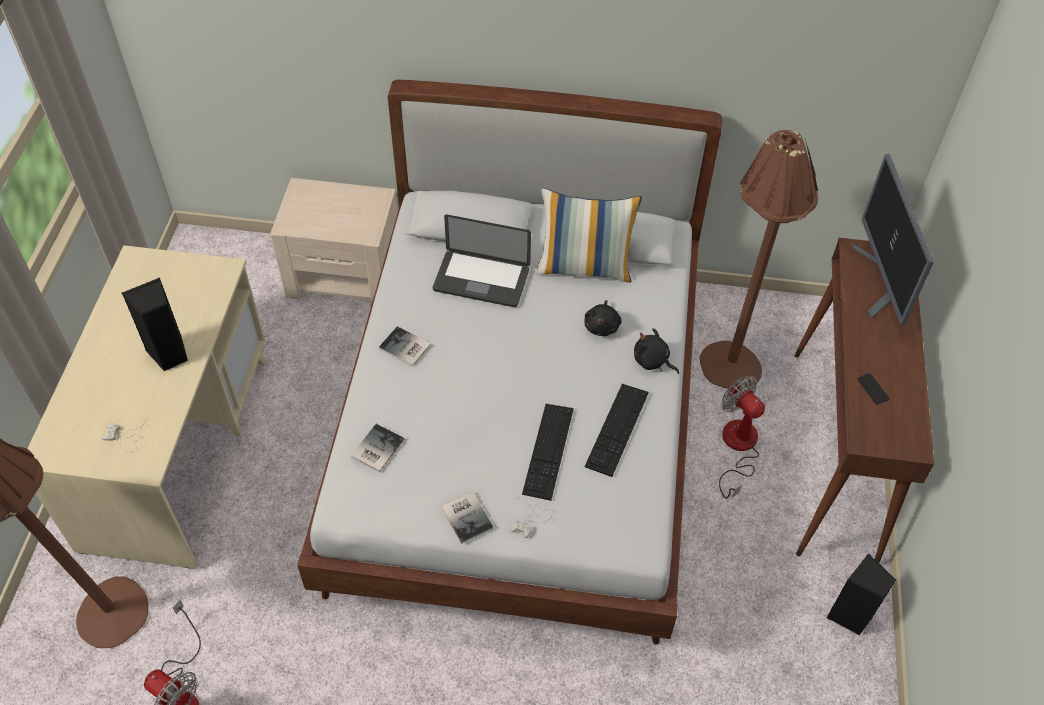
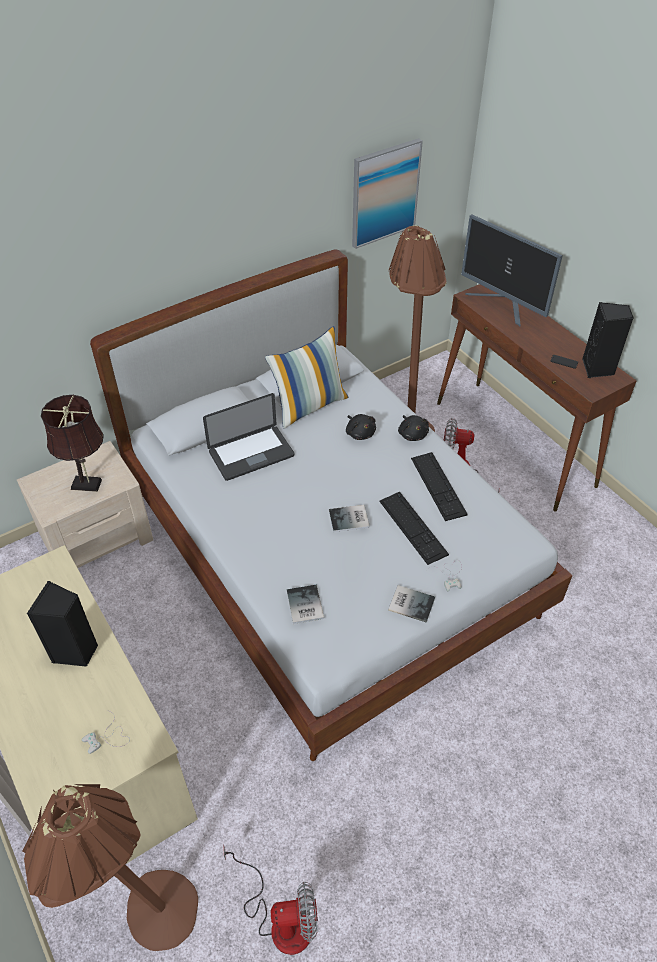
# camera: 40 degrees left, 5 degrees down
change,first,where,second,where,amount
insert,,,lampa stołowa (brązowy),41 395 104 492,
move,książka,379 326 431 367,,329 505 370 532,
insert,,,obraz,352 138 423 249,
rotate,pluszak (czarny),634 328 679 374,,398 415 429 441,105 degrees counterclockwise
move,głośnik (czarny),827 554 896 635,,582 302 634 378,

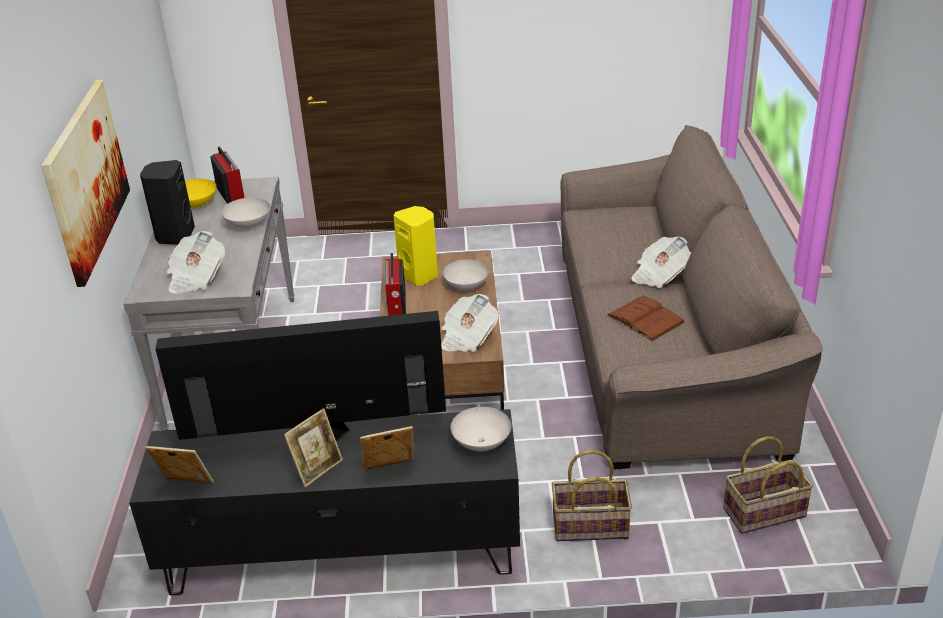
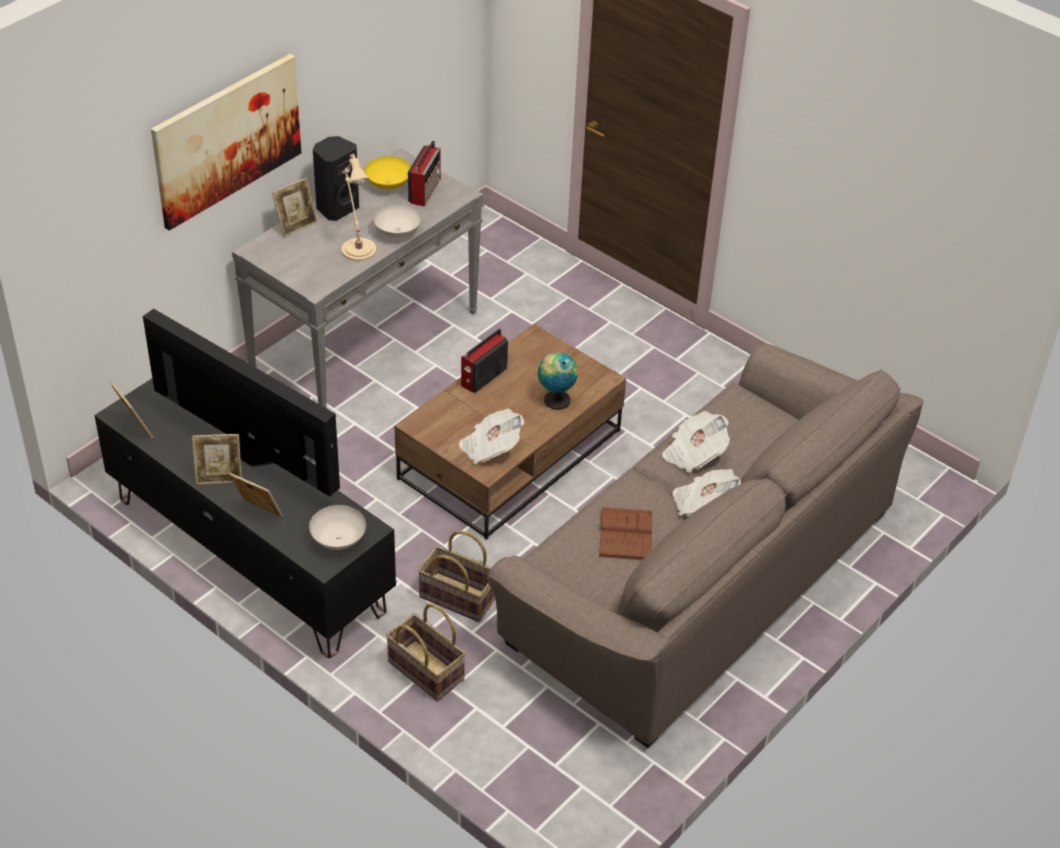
# camera: 40 degrees right, 10 degrees up
change,first,where,second,where,amount
insert,,,ramka na zdjęcie,272 178 317 237,
insert,,,lampa stołowa (beżowy),342 154 376 261,
move,koszyk,723 436 813 534,,418 531 495 622,
replace,miska (biały),443 260 489 290,globus,538 352 578 410,
move,gazeta,167 231 225 294,,662 411 730 473,
delete,głośnik (żółty),393 206 438 286,,,

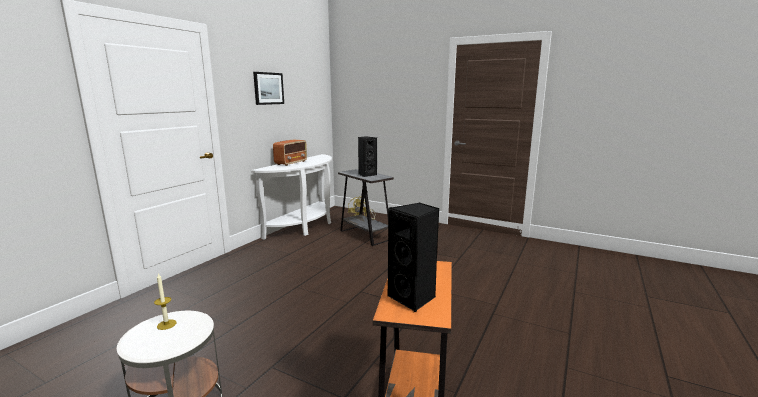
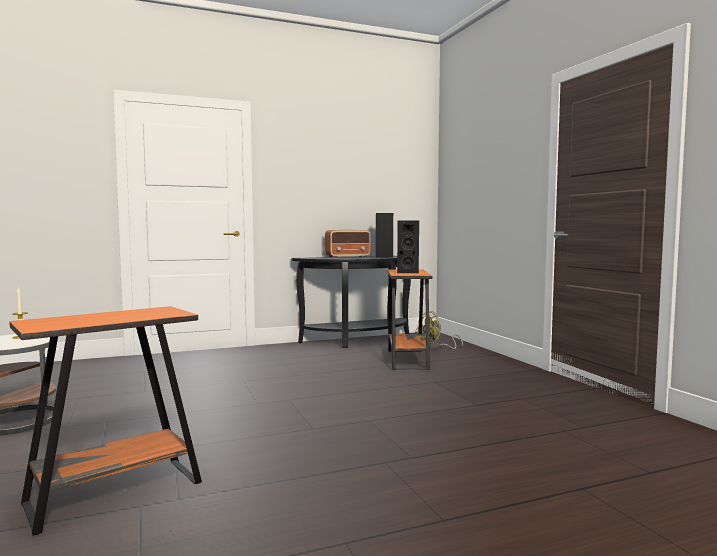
# camera: 40 degrees right, 10 degrees down
change,first,where,second,where,amount
recolor,stolik konsolowy (biały),251 154 332 240,stolik konsolowy (czarny),291 256 411 348,
move,głośnik (czarny),388 203 440 312,,376 213 393 258,
recolor,stolik (szary),338 169 394 246,stolik (pomarańczowy),387 269 432 370,
delete,obraz,253 72 284 105,,,

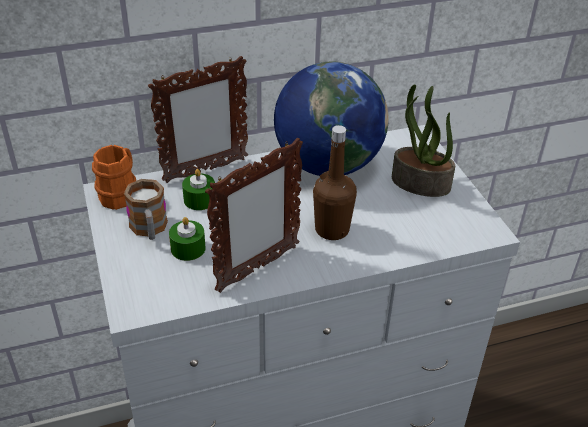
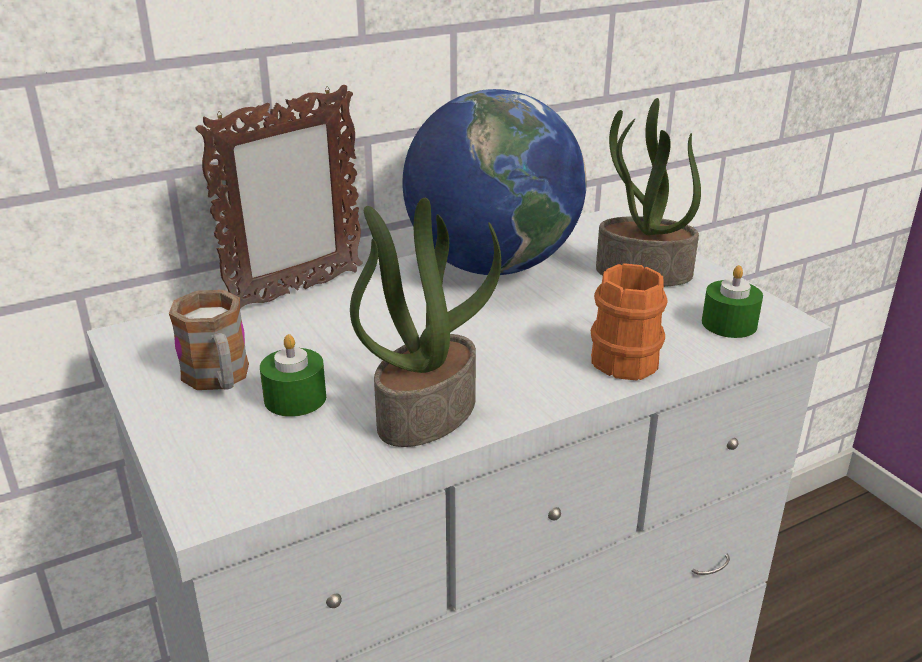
# camera: 10 degrees left, 10 degrees down
change,first,where,second,where,amount
replace,ramka na zdjęcie,205 138 303 293,roślina doniczkowa,350 198 501 447,
move,kubek (pomarańczowy),92 145 136 210,,591 263 667 381,
move,świeca (zielony),182 169 215 210,,702 265 763 338,
delete,butelka (brązowy),313 125 357 240,,,

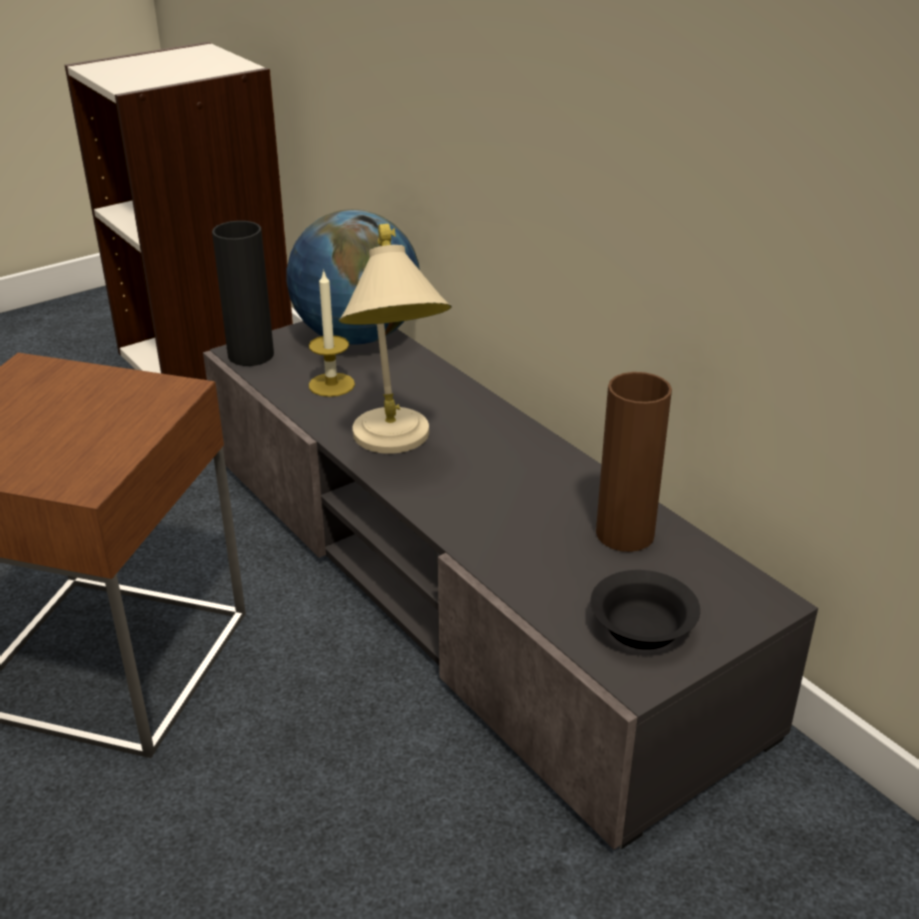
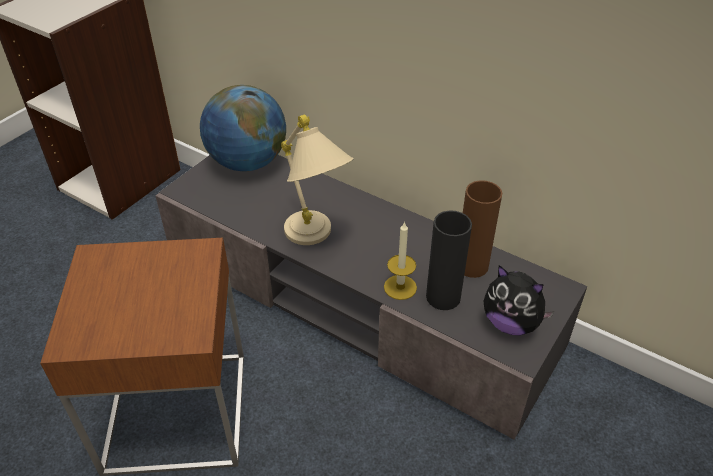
# camera: 20 degrees left, 10 degrees up
change,first,where,second,where,amount
move,świeca,309 269 355 397,,384 221 417 300,
move,wazon (czarny),212 221 274 366,,426 210 472 310,
replace,miska (czarny),590 570 700 650,pluszak,484 265 555 336,

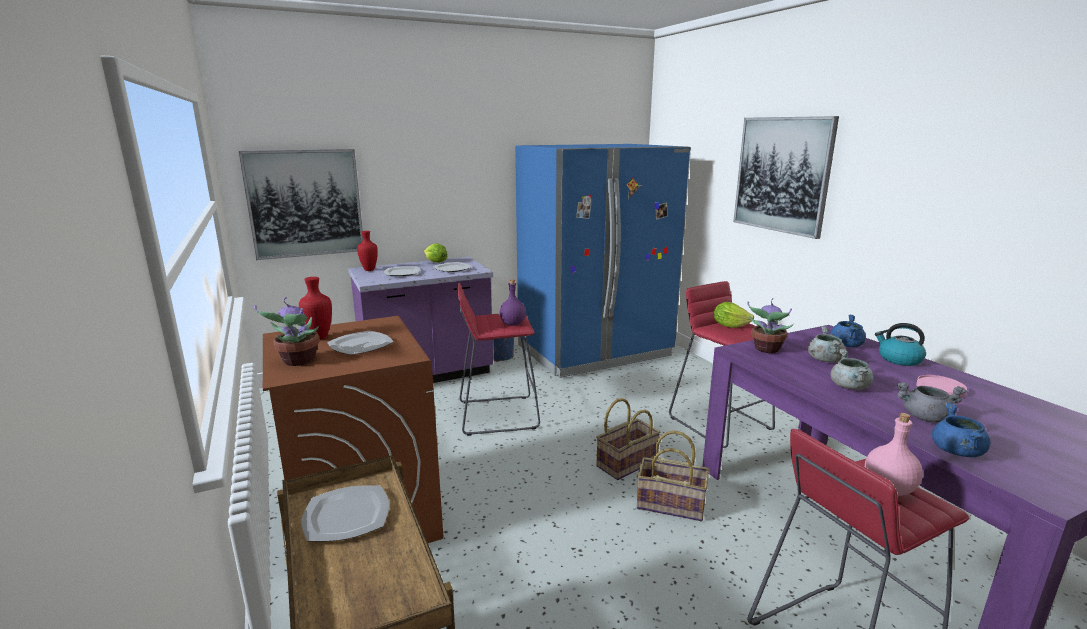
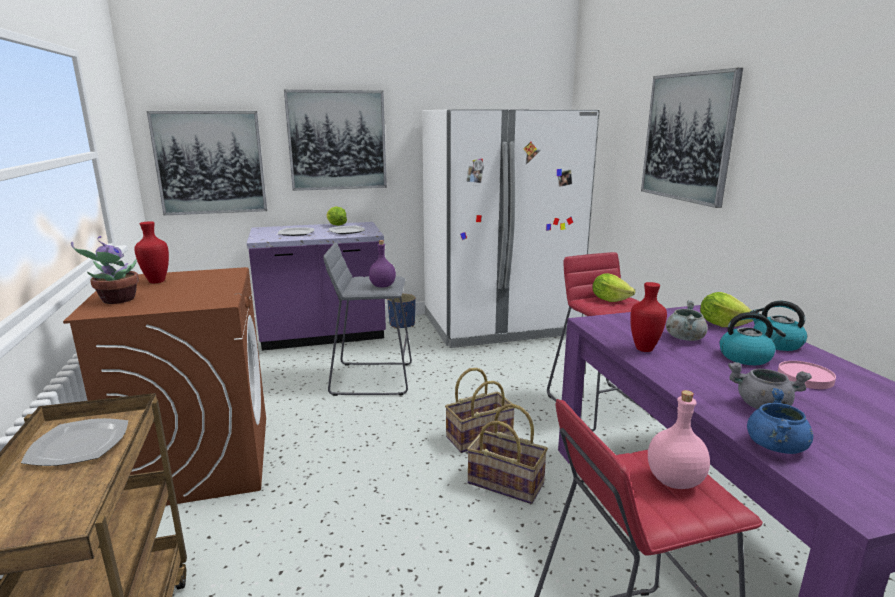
# camera: 10 degrees right, 0 degrees up
change,first,where,second,where,amount
insert,,,obraz,284 90 387 191,
recolor,stołek (czerwony),457 283 540 436,stołek (szary),323 243 412 396,
recolor,lodówka (niebieski),515 144 691 378,lodówka (biały),422 109 599 348,
move,wazon (czerwony),357 231 378 271,,630 282 667 352,
replace,garnek (niebieski),830 315 866 347,sałata,700 292 753 327,
insert,,,czajnik,719 312 786 365,
delete,talerz,327 331 394 355,,,
delete,roślina doniczkowa,747 298 794 353,,,
delete,garnek (szary),830 349 874 390,,,

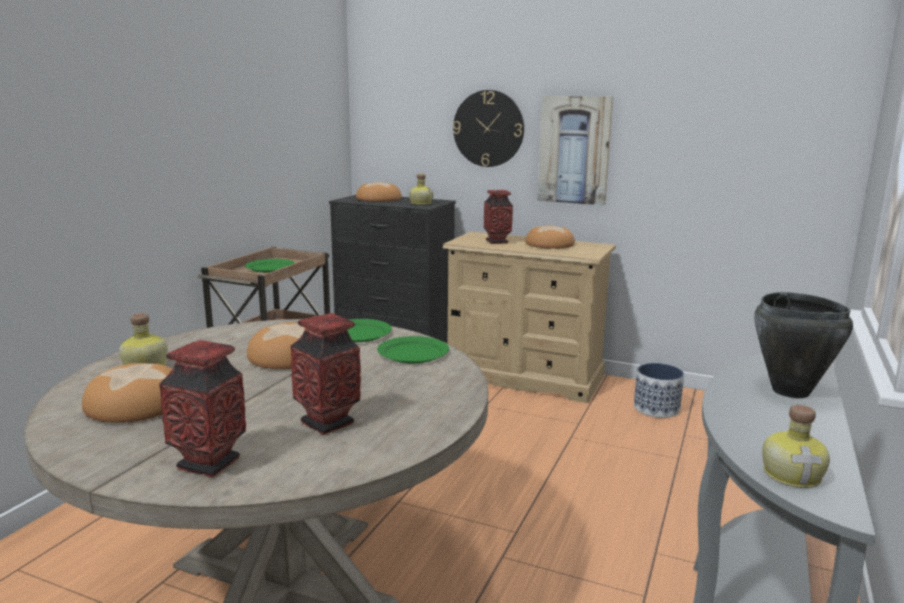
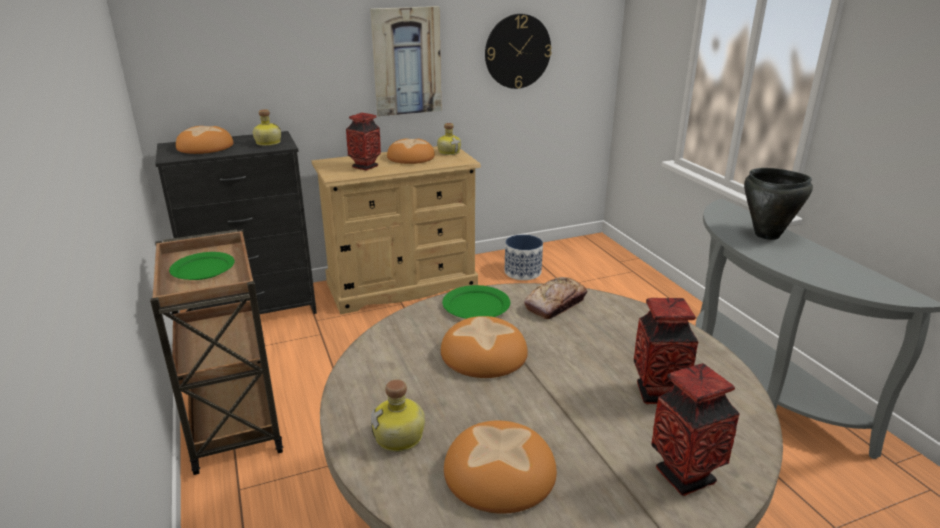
# camera: 45 degrees left, 10 degrees up
change,first,where,second,where,amount
move,butelka,762 405 830 488,,437 123 461 155,
move,zegar ścienny,453 90 524 167,,485 14 552 89,
replace,talerz (zielony),377 336 449 363,chleb,524 277 587 319,

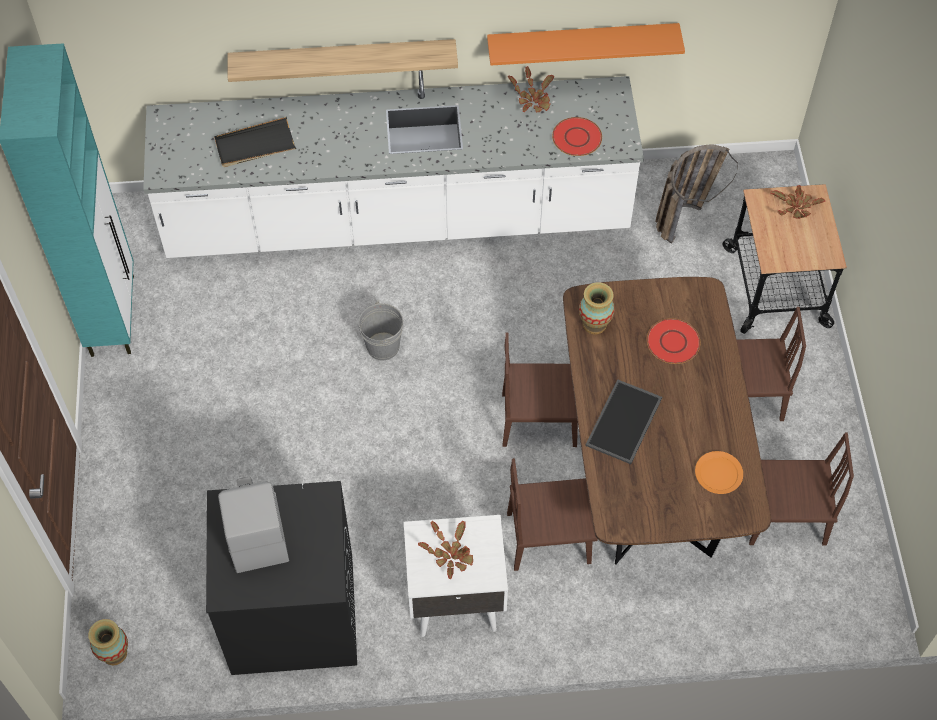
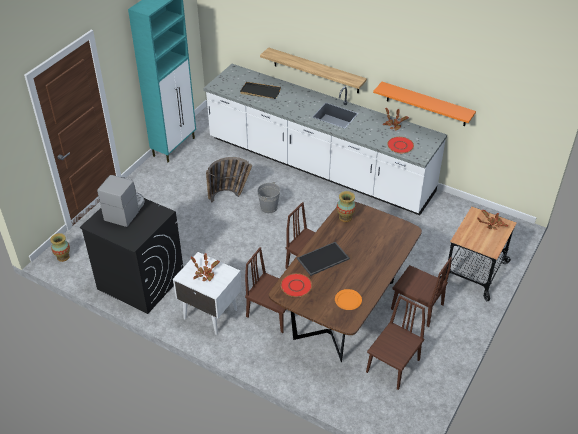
# camera: 35 degrees right, 15 degrees down
change,first,where,second,where,amount
move,koszyk,656 144 738 244,,206 157 252 203,
move,talerz (czerwony),647 318 700 364,,281 273 312 297,
rotate,krzesło (brązowy),749 432 854 546,,366 295 425 390,90 degrees counterclockwise

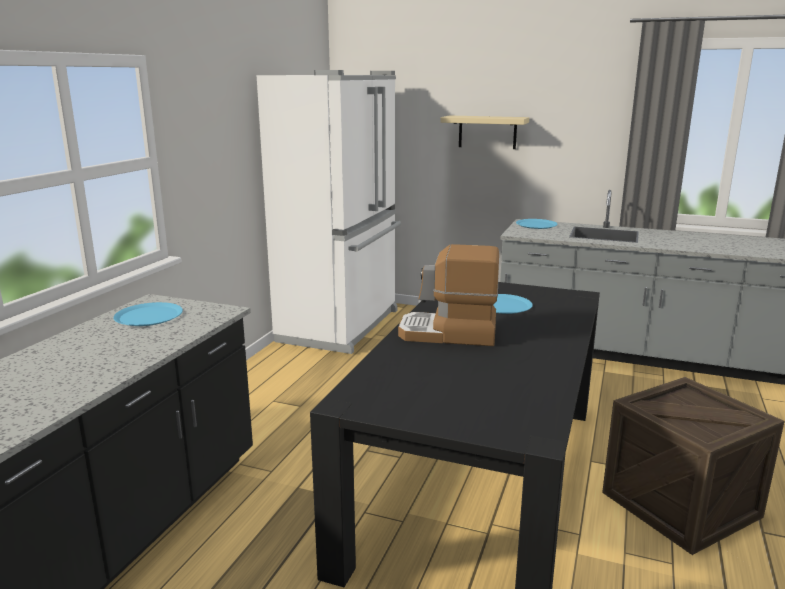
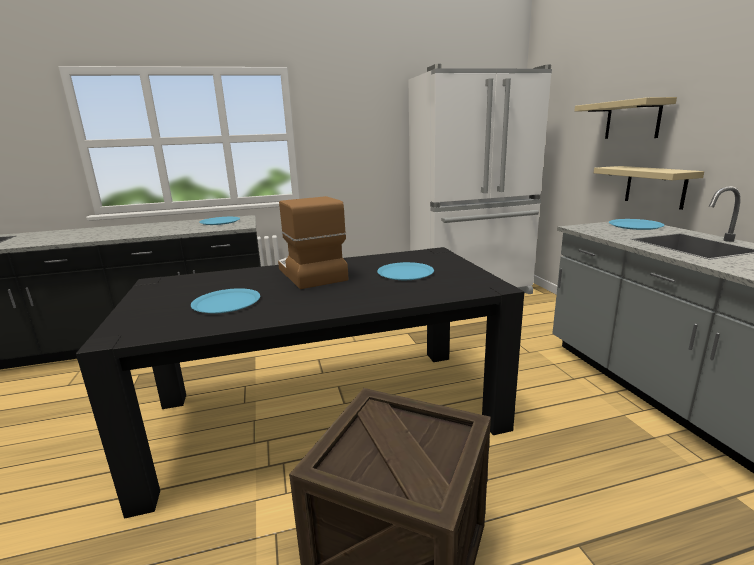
# camera: 55 degrees right, 0 degrees up
change,first,where,second,where,amount
insert,,,talerz (niebieski),191 288 260 313,
insert,,,półka (beżowy),594 166 704 210,

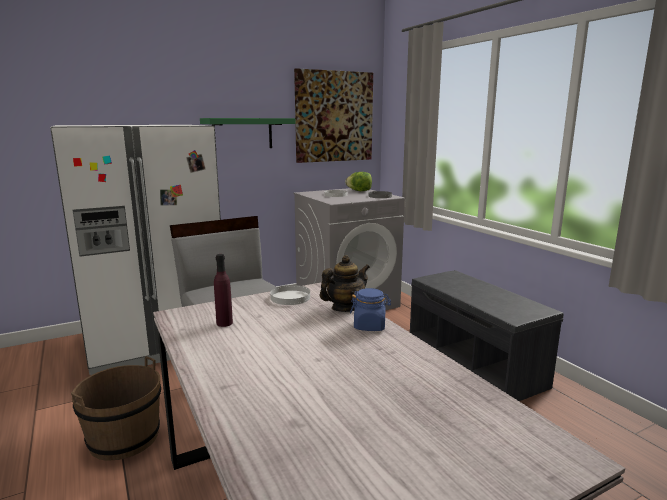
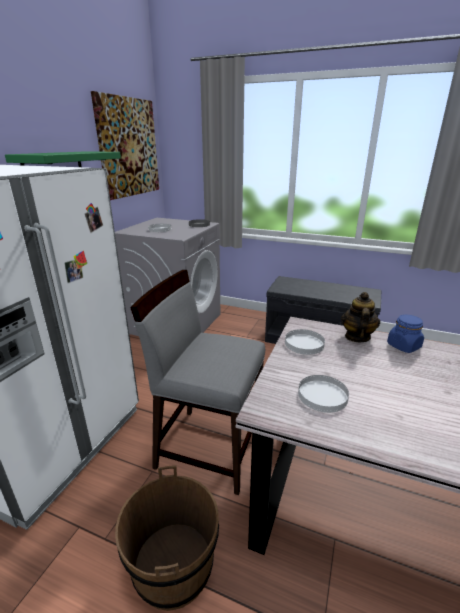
# camera: 40 degrees left, 10 degrees up
change,first,where,second,where,amount
replace,butelka (fioletowy),214 254 233 327,talerz (biały),298 375 349 413,
delete,sałata,345 172 372 191,,,

